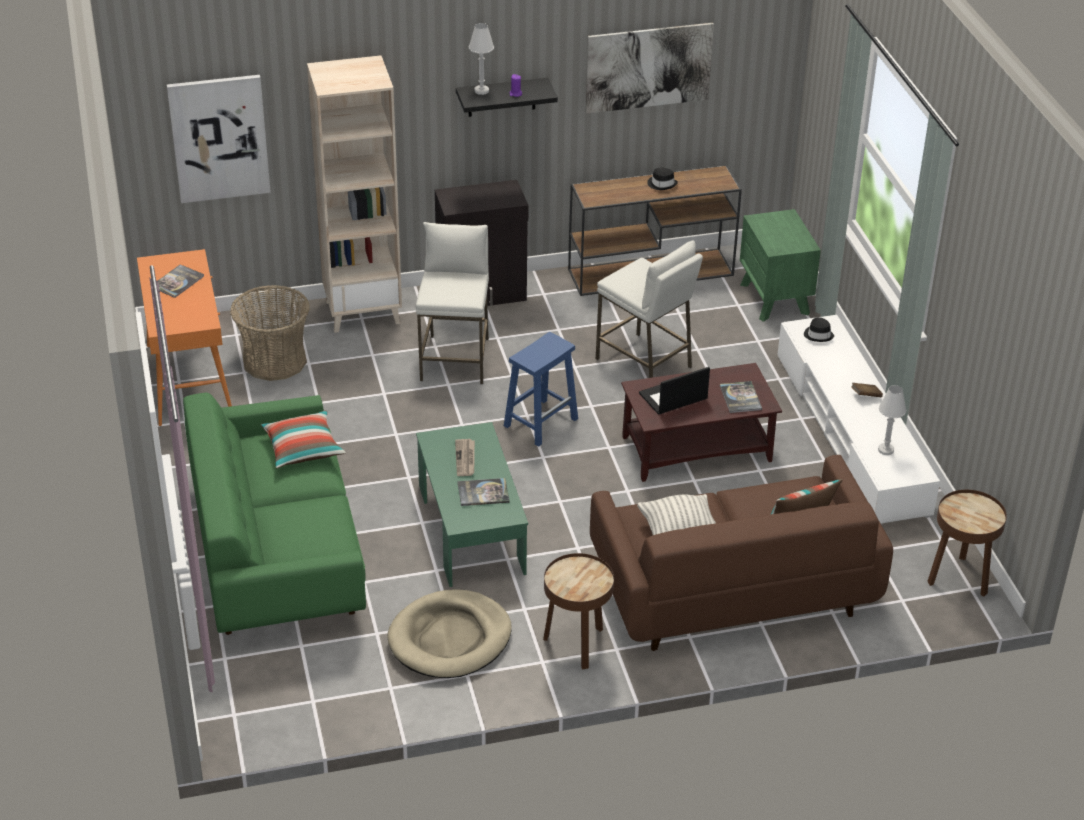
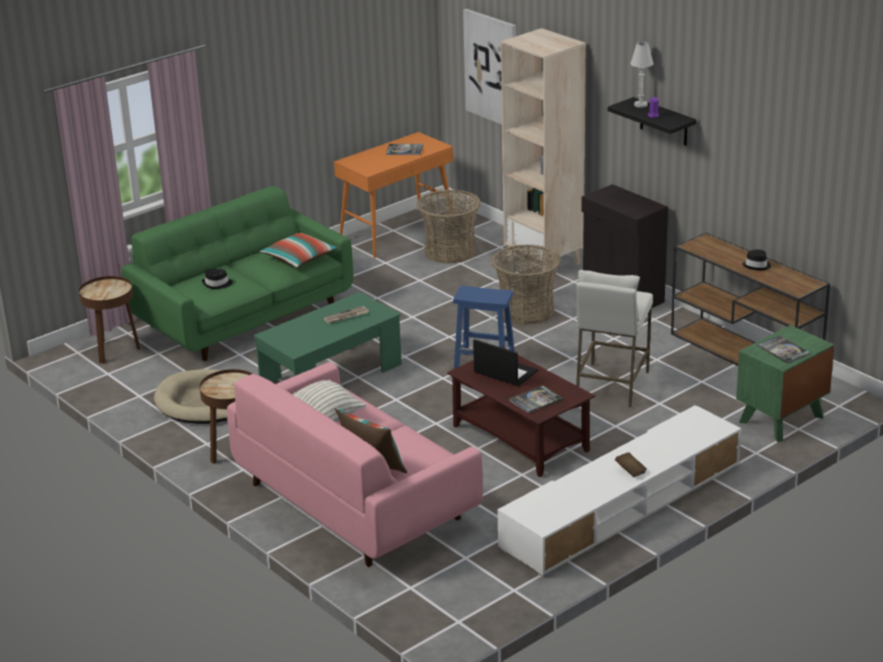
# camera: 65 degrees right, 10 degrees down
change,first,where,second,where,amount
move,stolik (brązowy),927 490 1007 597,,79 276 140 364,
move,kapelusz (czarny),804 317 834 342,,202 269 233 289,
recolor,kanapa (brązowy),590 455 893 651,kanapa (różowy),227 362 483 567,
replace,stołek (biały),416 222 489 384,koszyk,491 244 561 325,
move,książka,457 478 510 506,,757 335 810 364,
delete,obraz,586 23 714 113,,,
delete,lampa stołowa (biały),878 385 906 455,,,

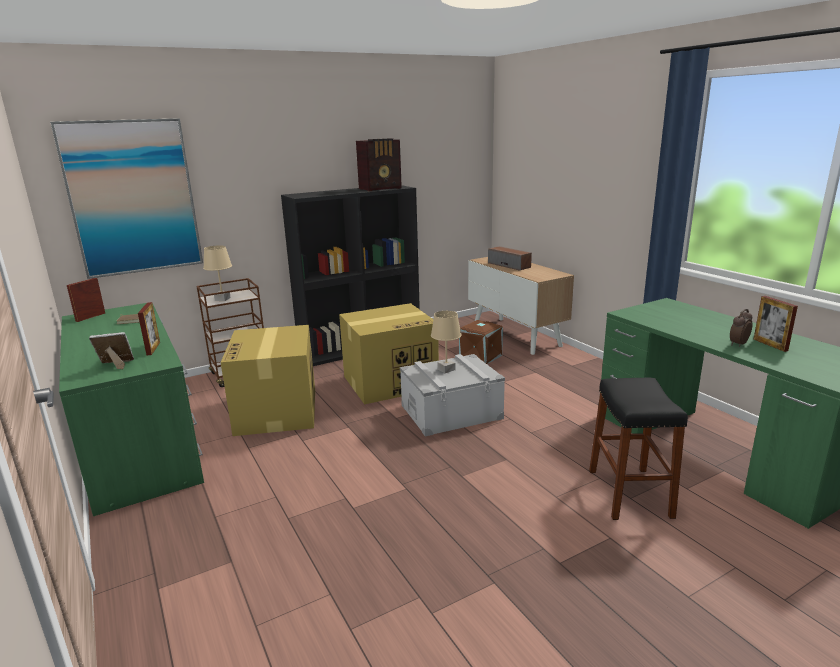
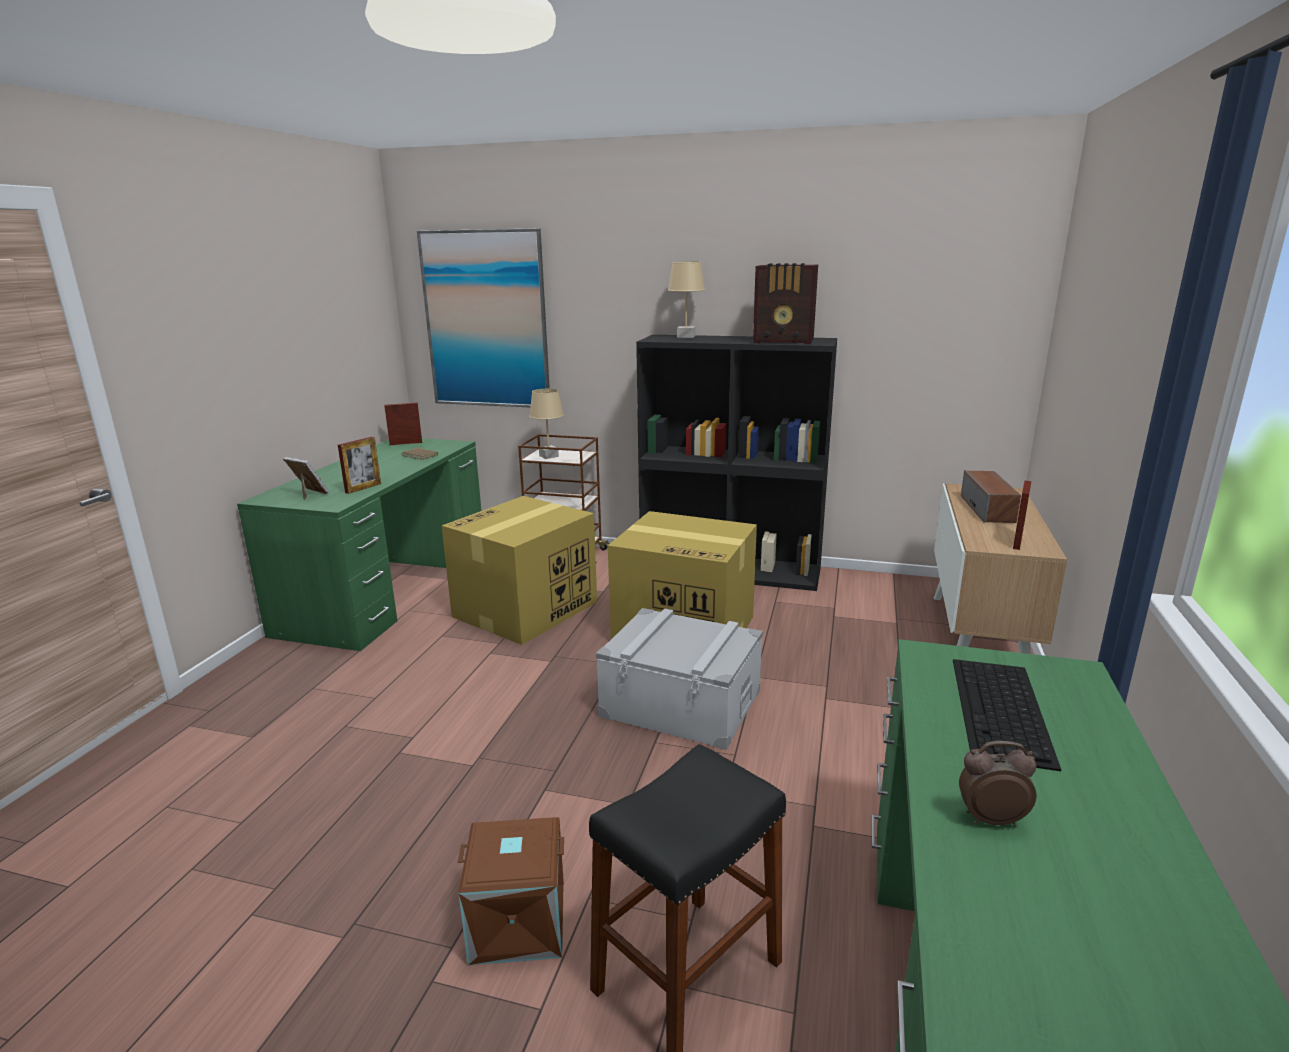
# camera: 45 degrees right, 0 degrees up
change,first,where,second,where,amount
move,pojemnik do przechowywania (brązowy),459 320 503 364,,458 817 564 965,
move,lampa stołowa (beżowy),431 311 462 373,,668 261 705 338,
insert,,,klawiatura,953 659 1061 771,
move,ramka na zdjęcie,754 296 798 352,,1013 481 1031 550,

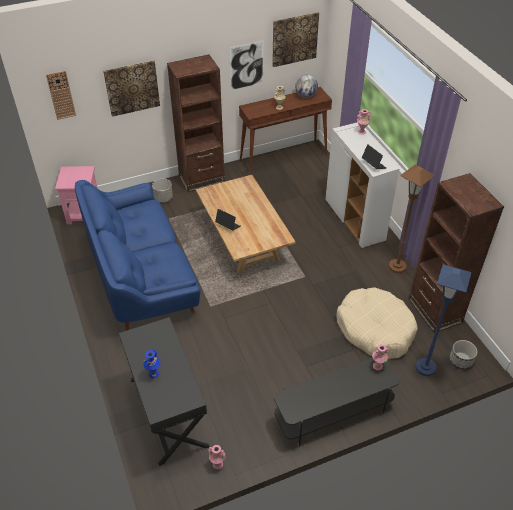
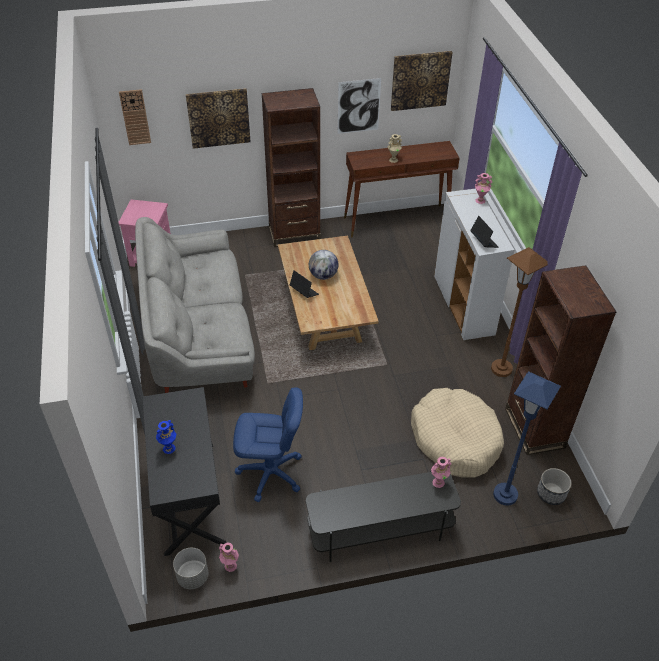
# camera: 10 degrees right, 0 degrees up
change,first,where,second,where,amount
recolor,kanapa (niebieski),75 180 200 331,kanapa (szary),135 217 255 393,
move,donica (szary),152 179 173 202,,173 548 208 589,
insert,,,krzesło biurowe (niebieski),233 387 303 502,
move,globus,295 75 318 98,,309 250 338 280,

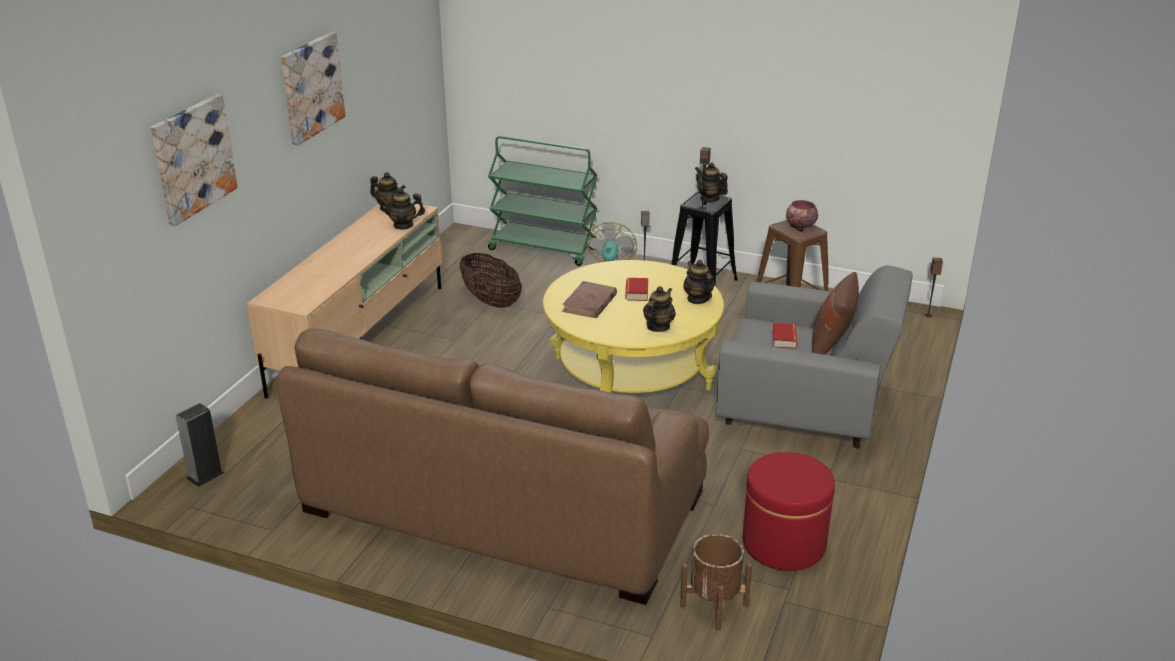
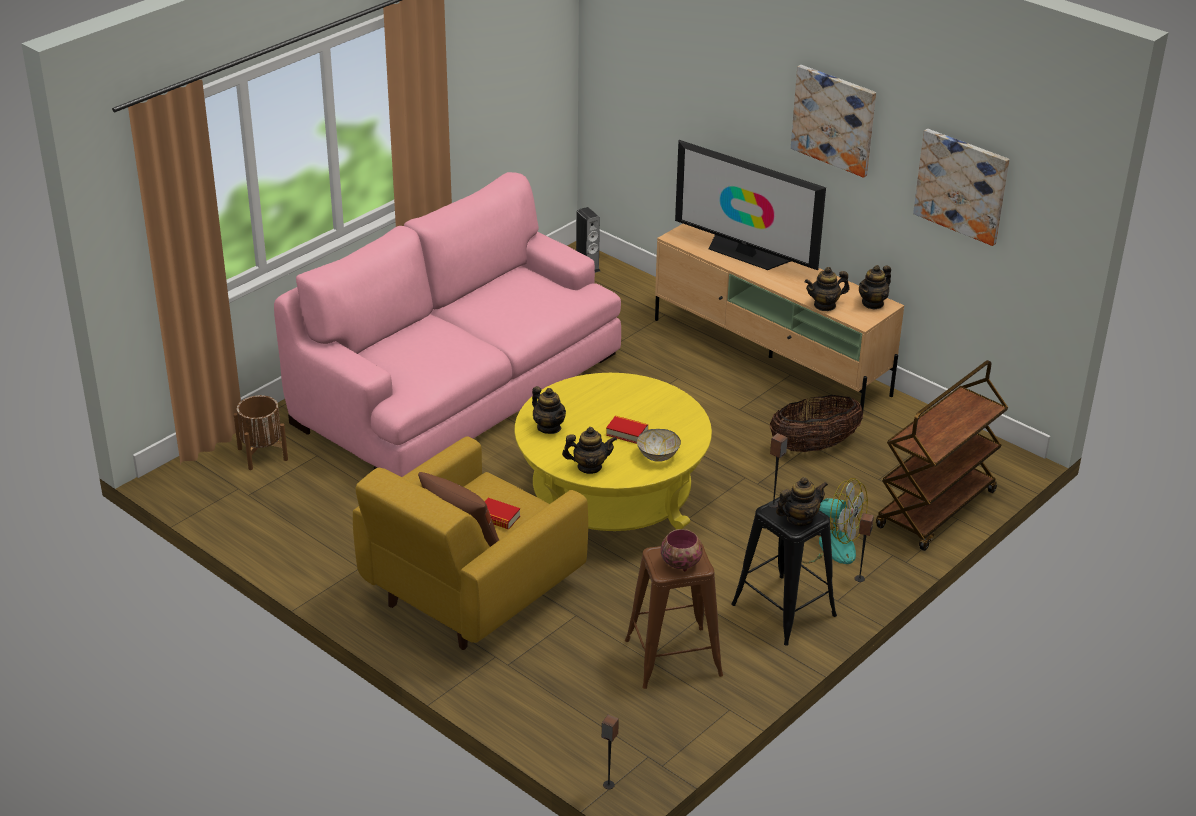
# camera: 110 degrees right, 5 degrees up
change,first,where,second,where,amount
recolor,kanapa (brązowy),277 328 709 605,kanapa (różowy),274 172 621 477,
recolor,fotel (szary),716 265 913 449,fotel (żółty),353 436 588 650,
insert,,,miska,637 429 681 462,
insert,,,telewizor,675 140 826 270,
rotate,imbryk,379 188 425 230,,805 267 850 311,120 degrees counterclockwise
recolor,wózek (zielony),488 136 597 266,wózek (brązowy),876 360 1008 551,
move,obraz,151 94 238 226,,913 129 1009 246,
delete,książka (brązowy),562 281 617 318,,,
delete,pufa (czerwony),743 452 835 571,,,

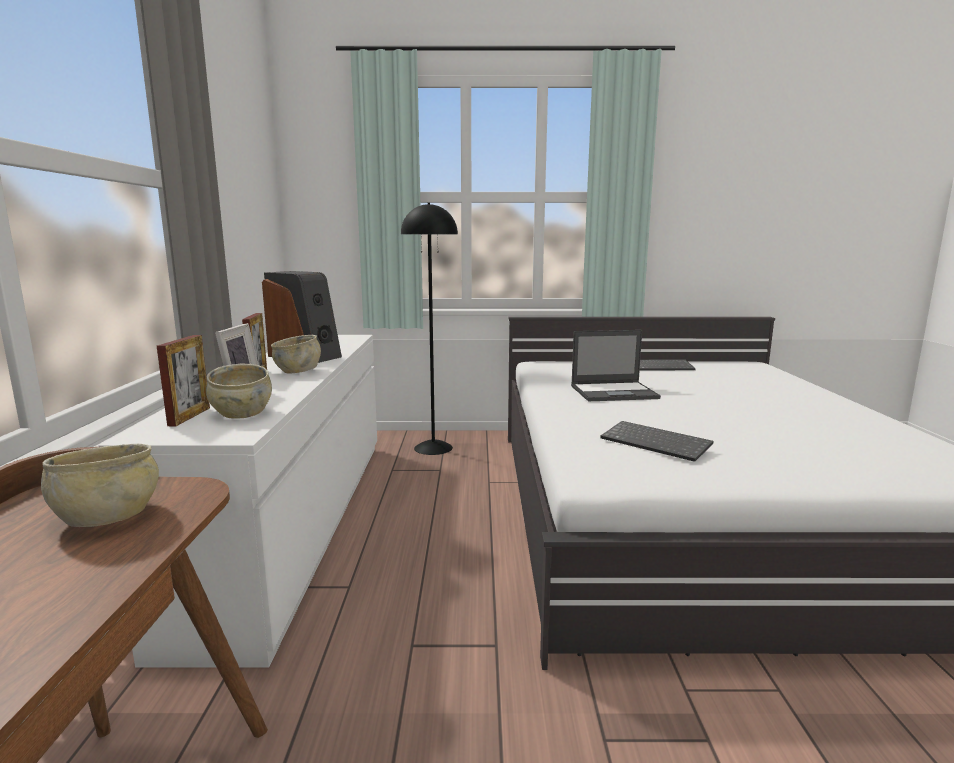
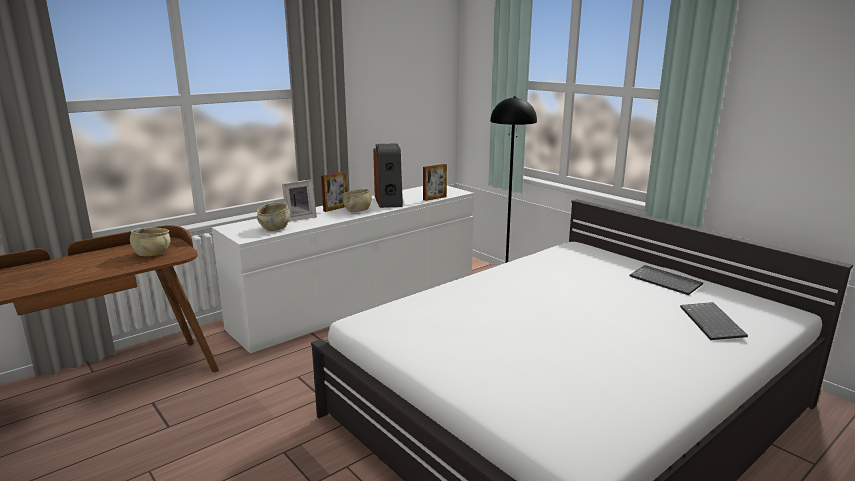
# camera: 50 degrees right, 5 degrees up
change,first,where,second,where,amount
move,ramka na zdjęcie,157 335 210 427,,423 164 447 201,
move,klawiatura,601 421 713 462,,680 302 748 340,
delete,laptop,571 330 661 401,,,

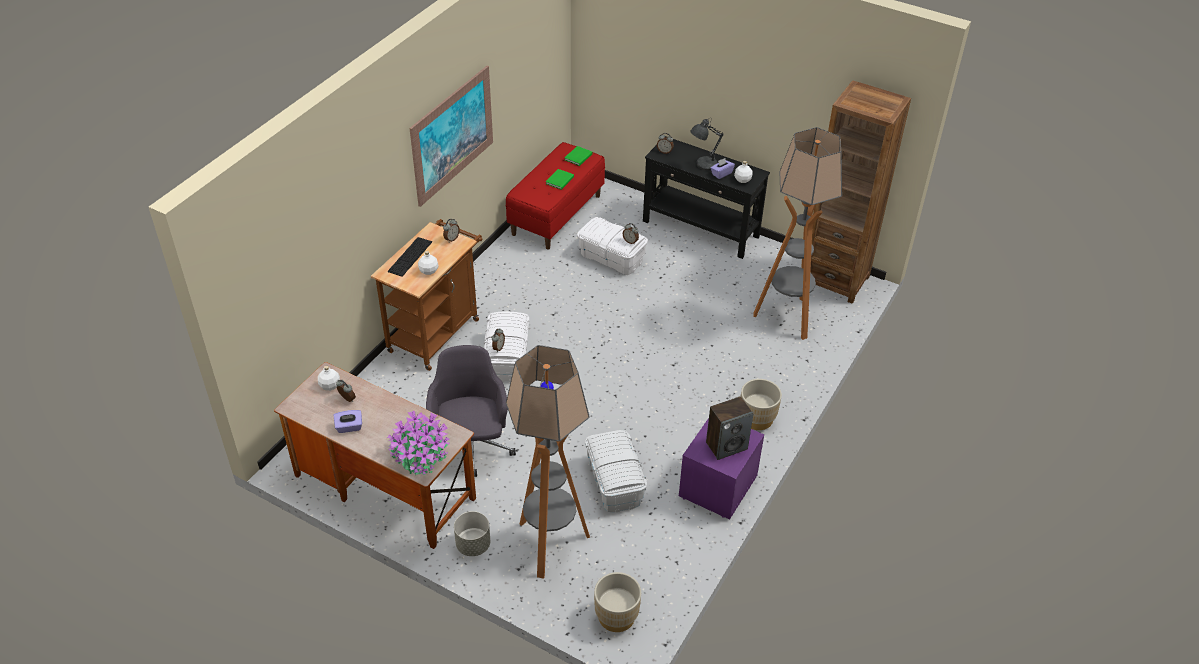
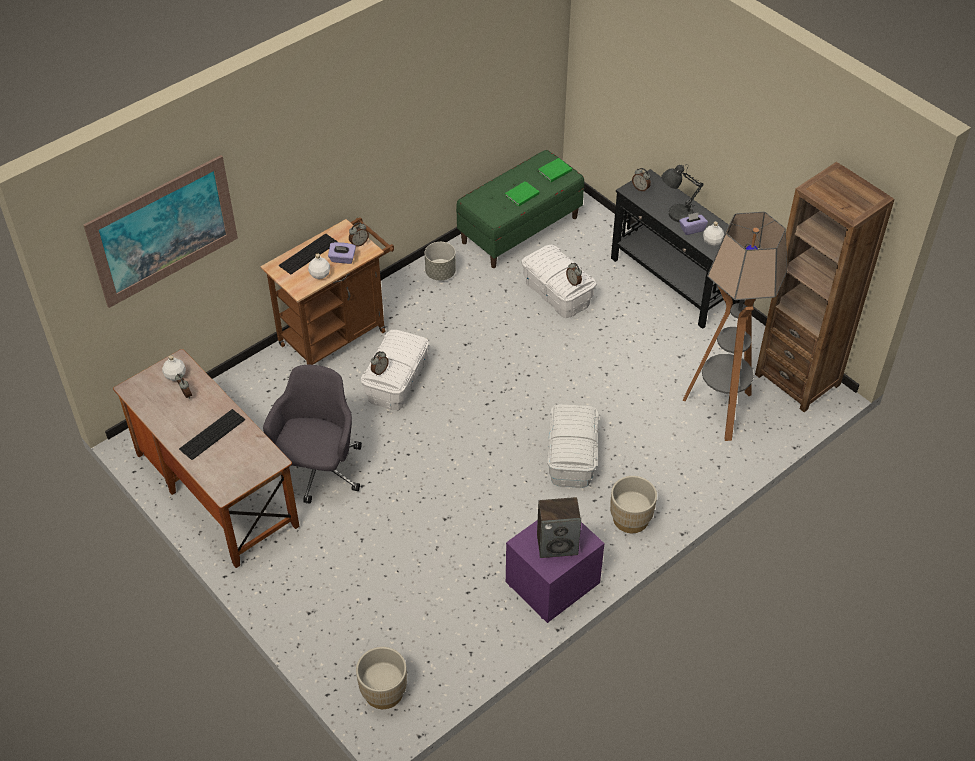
# camera: 20 degrees right, 5 degrees up
change,first,where,second,where,amount
move,obraz,410 66 493 207,,84 155 238 308,
insert,,,klawiatura,179 409 245 460,
move,pudełko chusteczek (fioletowy),334 410 362 433,,328 242 356 264,
move,donica (szary),454 511 490 556,,425 242 456 280,
recolor,ławka (czerwony),506 142 605 250,ławka (zielony),456 150 584 268,
move,pojemnik do przechowywania (biały),585 430 647 513,,548 404 599 488,
delete,roślina doniczkowa,387 411 450 475,,,
delete,lampa stojąca,506 345 590 579,,,

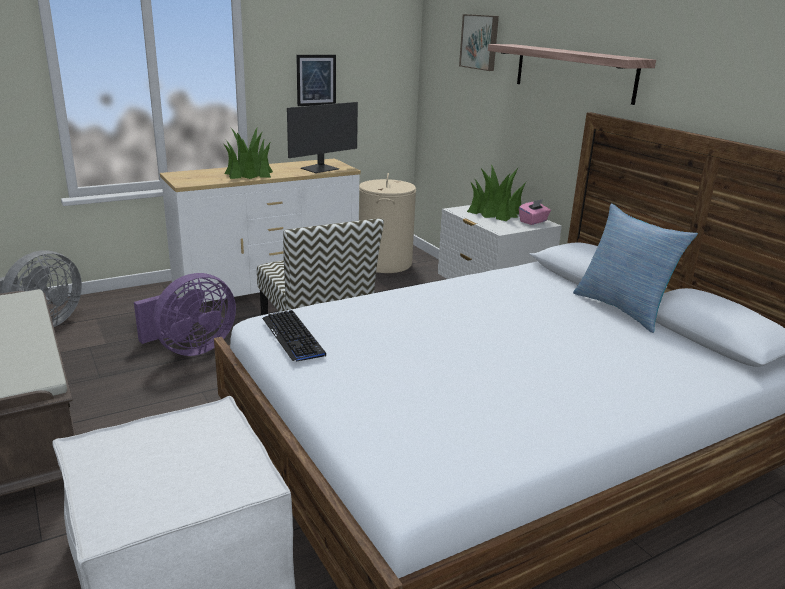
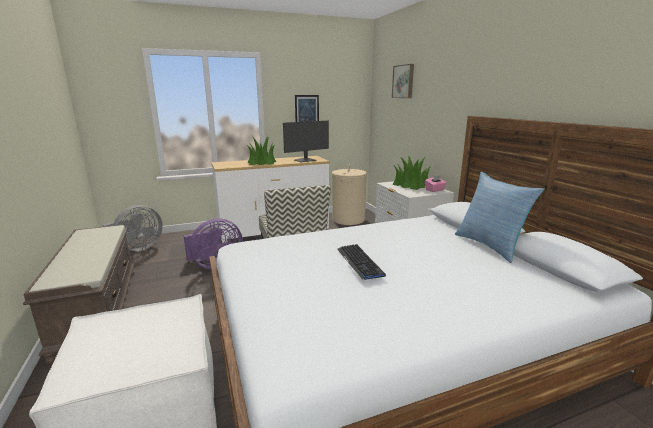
# camera: 10 degrees right, 5 degrees down
change,first,where,second,where,amount
move,klawiatura,262 310 326 362,,337 244 386 280,
delete,półka,488 44 656 105,,,

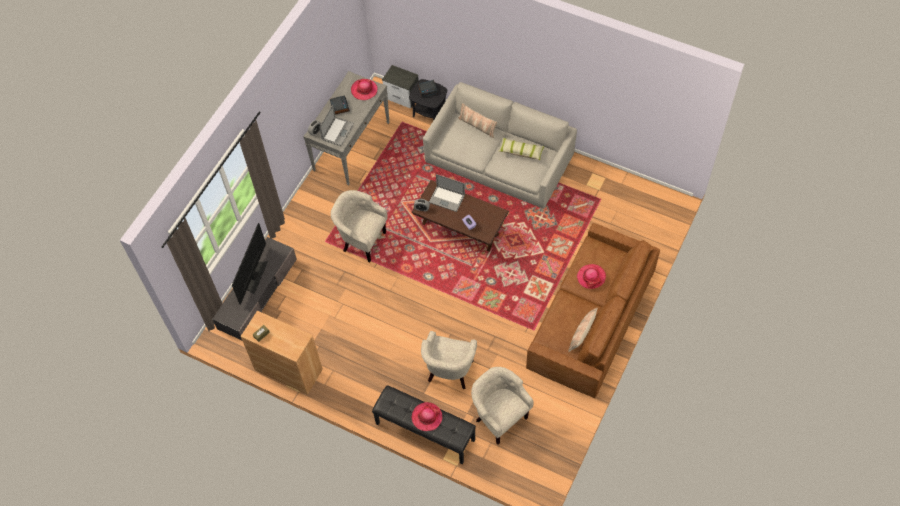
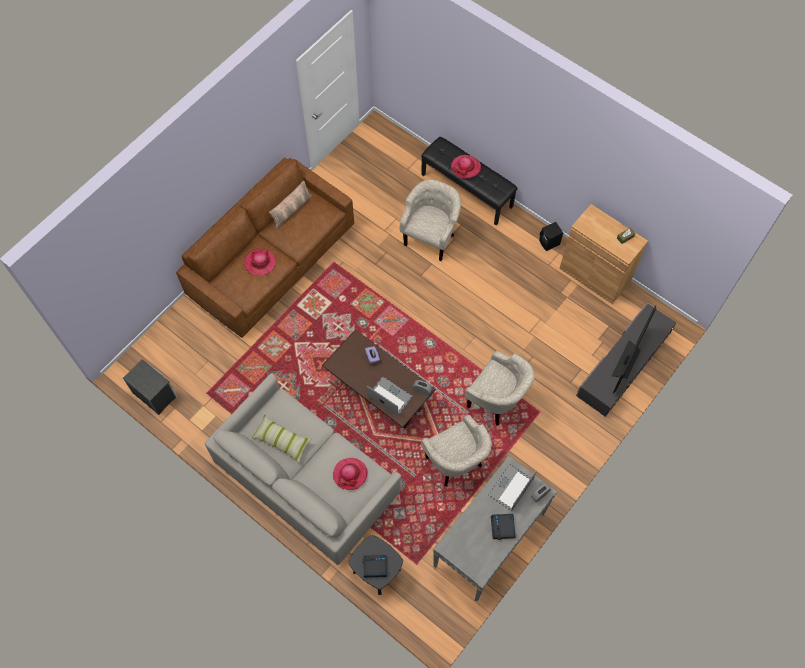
# camera: 170 degrees left, 5 degrees up
change,first,where,second,where,amount
move,szafka nocna,382 65 419 108,,123 359 177 415,
move,kapelusz,351 79 378 100,,333 458 367 490,
move,fotel (beżowy),471 367 533 444,,421 415 492 486,
insert,,,głośnik (czarny),539 222 563 251,
delete,poduszka,458 103 497 138,,,

